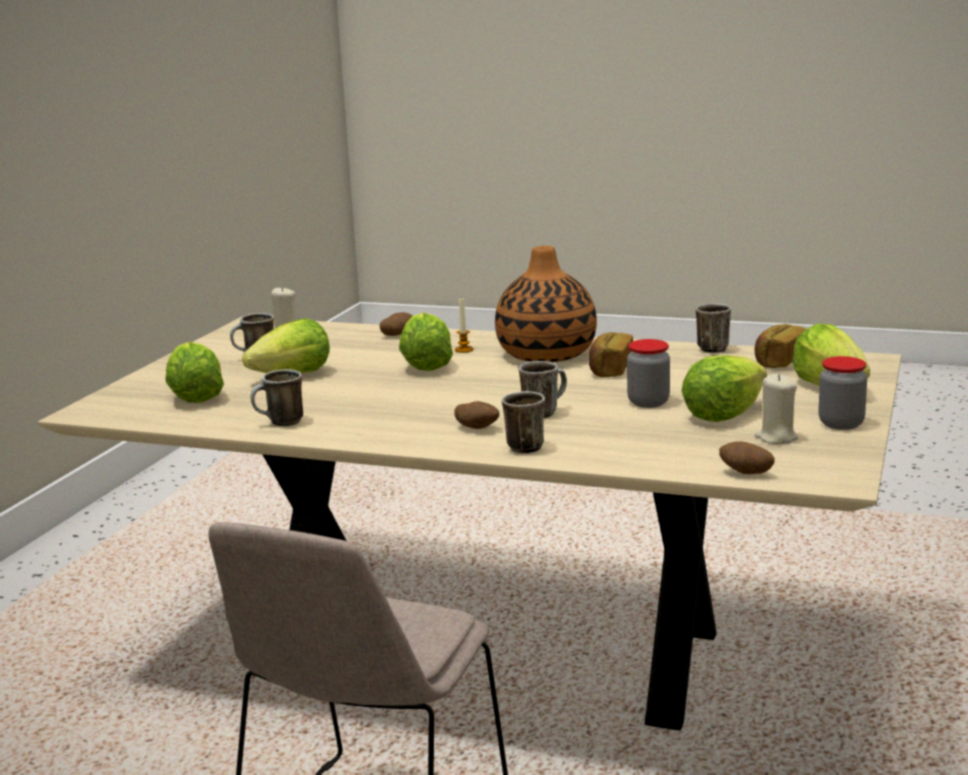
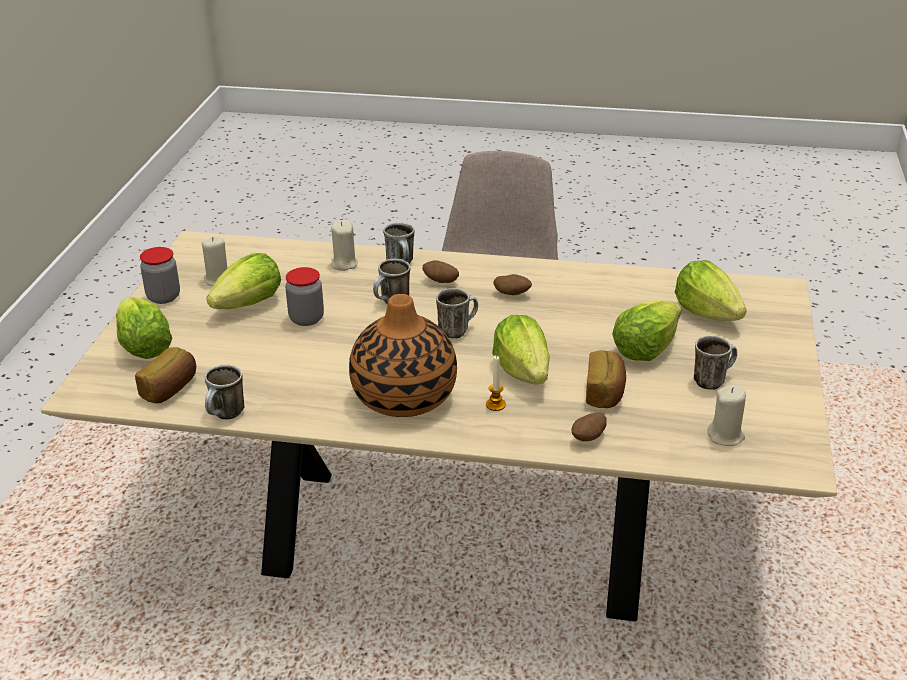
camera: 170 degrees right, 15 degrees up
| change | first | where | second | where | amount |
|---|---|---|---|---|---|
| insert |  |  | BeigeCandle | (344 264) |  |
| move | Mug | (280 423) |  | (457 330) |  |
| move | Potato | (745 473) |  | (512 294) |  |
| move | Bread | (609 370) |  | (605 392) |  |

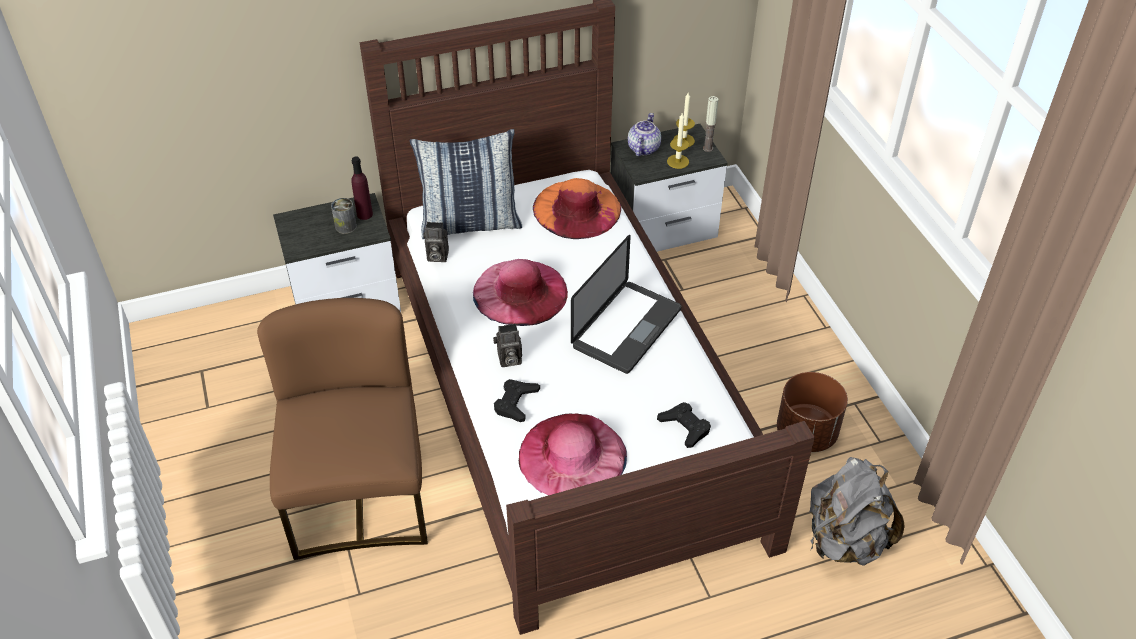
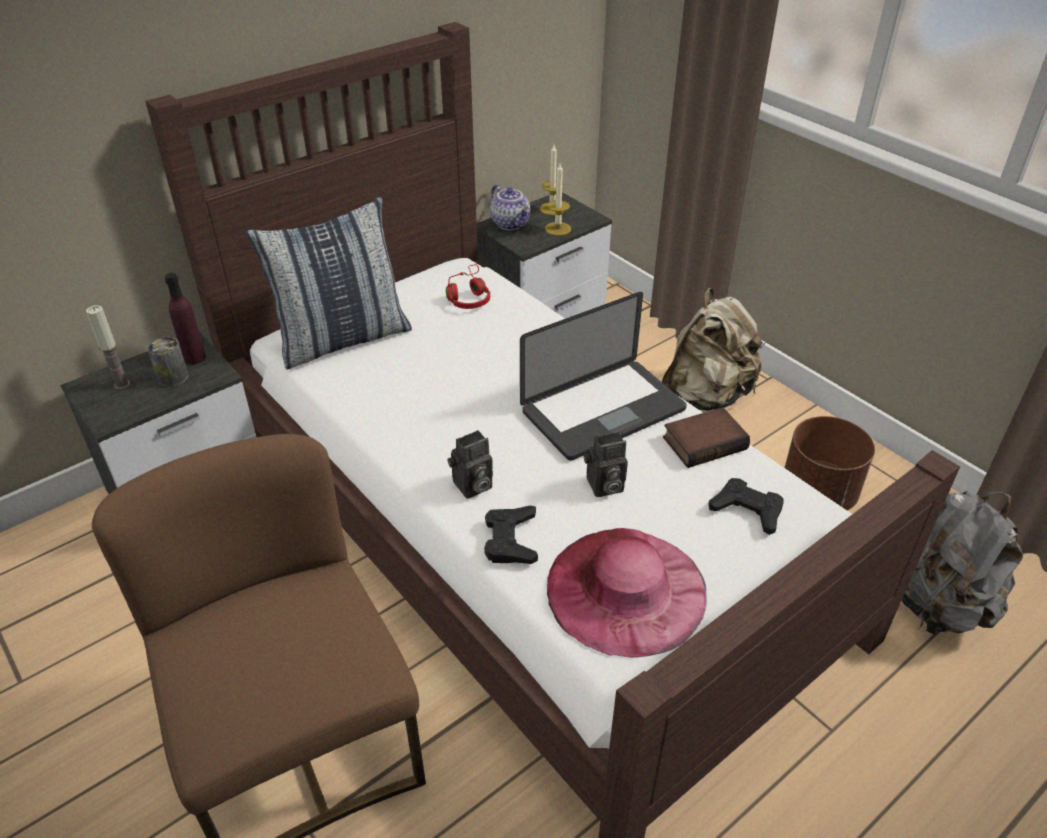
camera: 20 degrees left, 5 degrees down
| change | first | where | second | where | amount |
|---|---|---|---|---|---|
| move | Candle | (708 148) |  | (122 384) |  |
| replace | OrangeHat | (577 209) | RedHeadphones | (468 297) |  |
| rotate | Teapot | (643 148) |  | (511 224) | 150 degrees clockwise |
| rotate | Laptop | (626 328) |  | (603 411) | 45 degrees clockwise |
| move | PhotoCamera | (436 256) |  | (604 487) |  |
| insert |  |  | BeigeBackpack | (706 396) |  |
| insert |  |  | Book | (704 441) |  |
| delete | PinkHat | (520 292) |  |  |  |

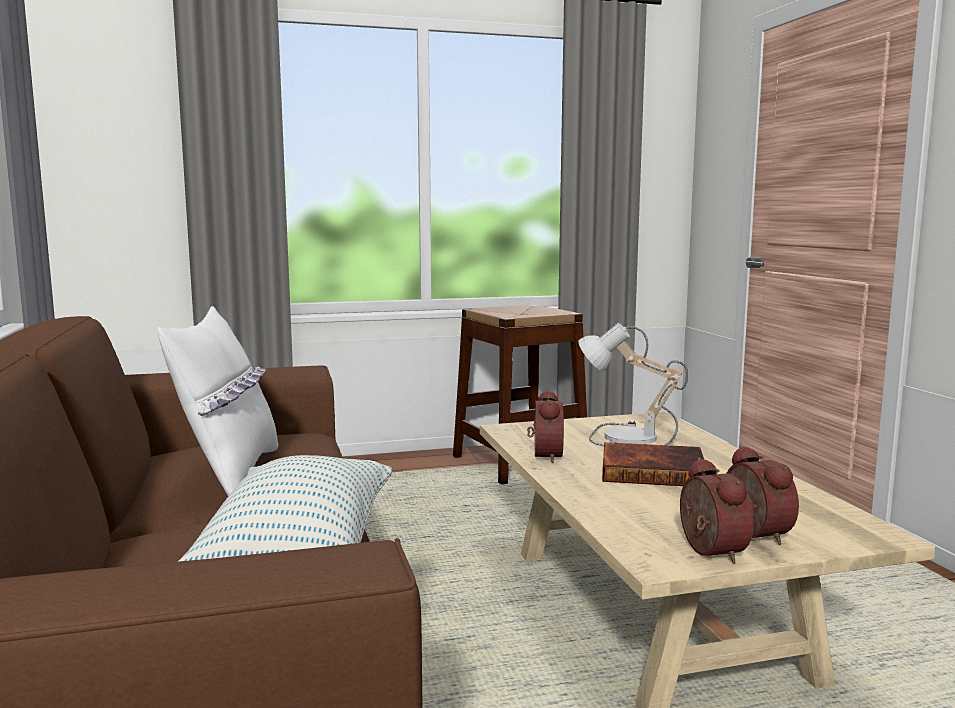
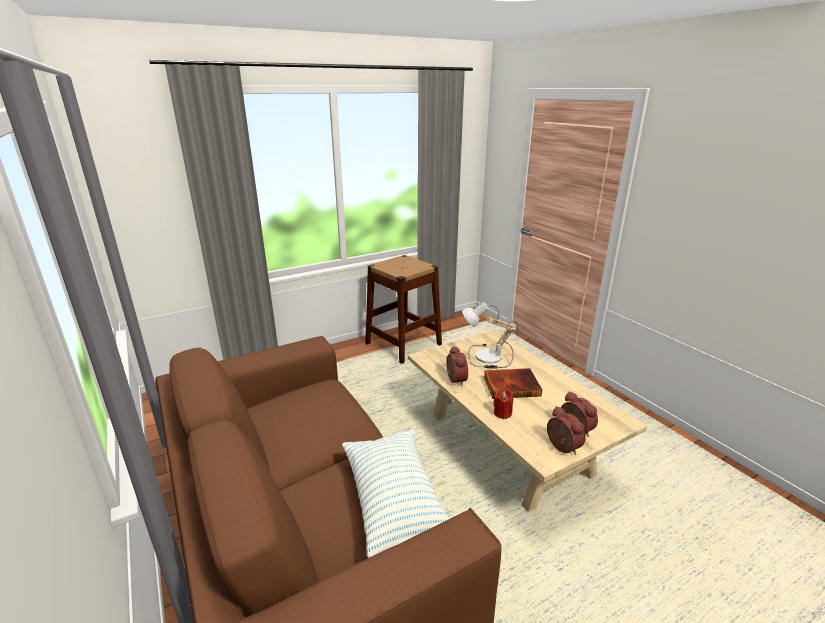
camera: 15 degrees left, 15 degrees up
| change | first | where | second | where | amount |
|---|---|---|---|---|---|
| insert |  |  | RedCandle | (502 413) |  |
| delete | WhitePillow | (229 474) |  |  |  |

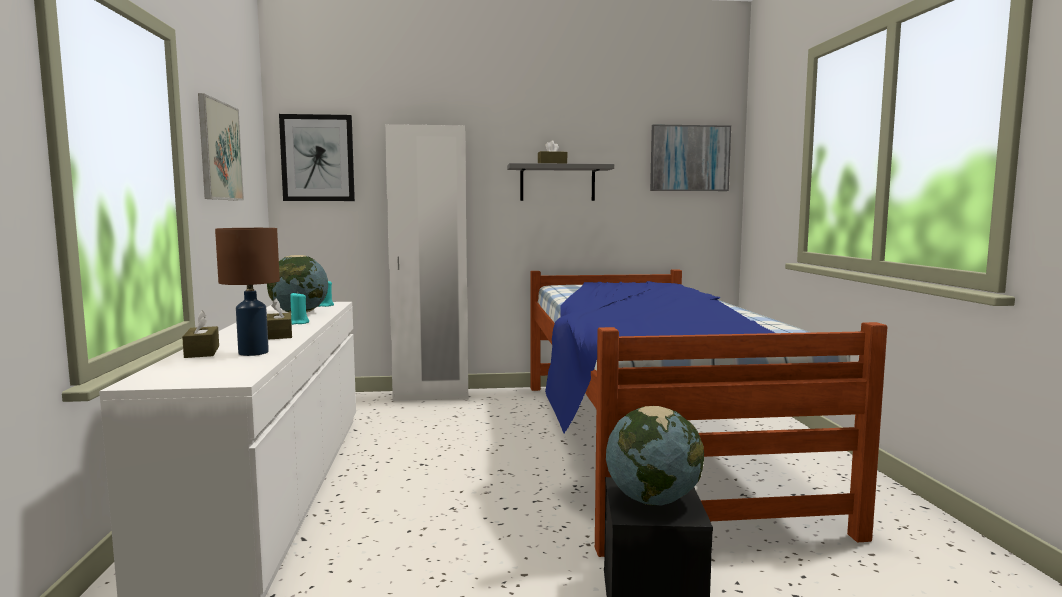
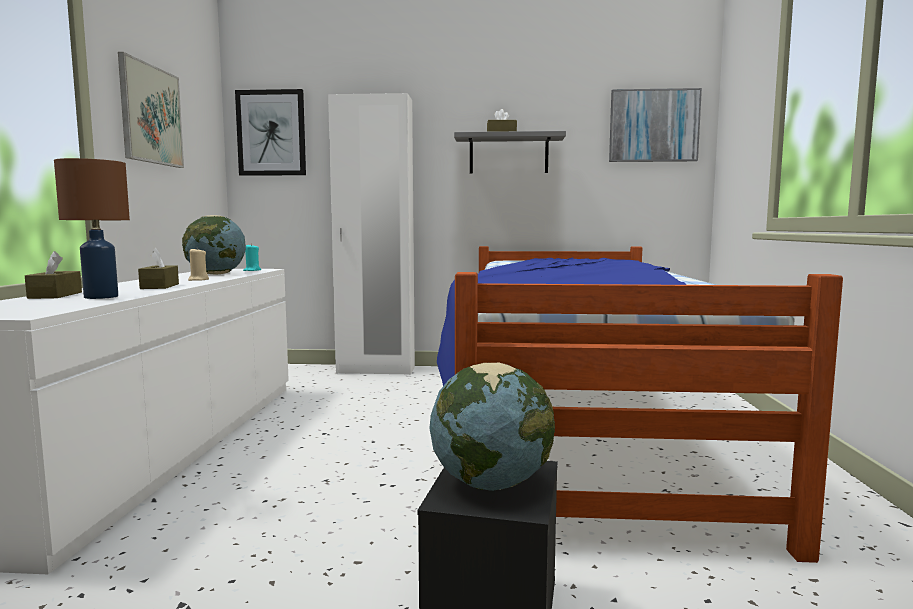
camera: 10 degrees right, 0 degrees up
| change | first | where | second | where | amount |
|---|---|---|---|---|---|
| recolor | TurquoiseCandle | (298 323) | BeigeCandle | (198 280) |  |

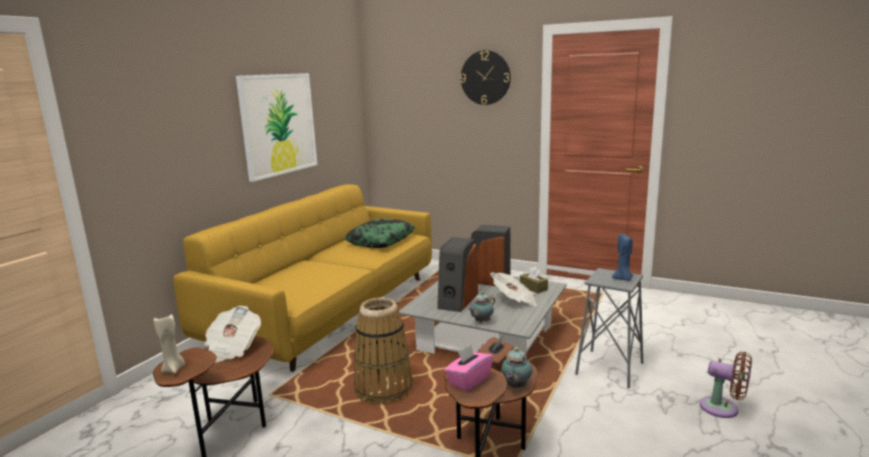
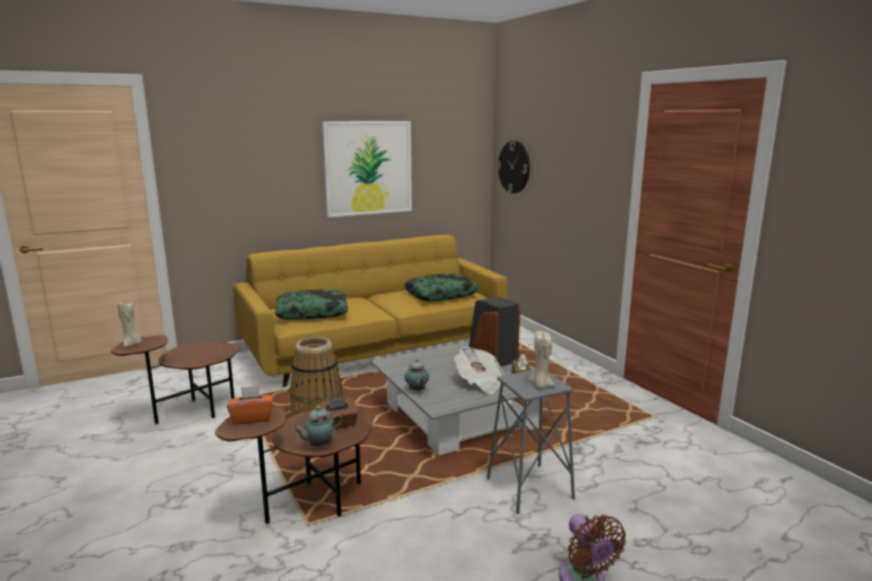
camera: 35 degrees right, 0 degrees up
| change | first | where | second | where | amount |
|---|---|---|---|---|---|
| recolor | PinkTissueBox | (468 380) | OrangeTissueBox | (252 418) |  |
| insert |  |  | Pillow | (312 313) |  |
| rotate | Teapot | (481 322) |  | (417 391) | 105 degrees counterclockwise |
| move | WallClock | (485 77) |  | (514 167) |  |
| recolor | BlueCandle | (623 279) | BeigeCandle | (540 385) |  |
| delete | Newspaper | (232 349) |  |  |  |
| delete | Speaker | (457 301) |  |  |  |

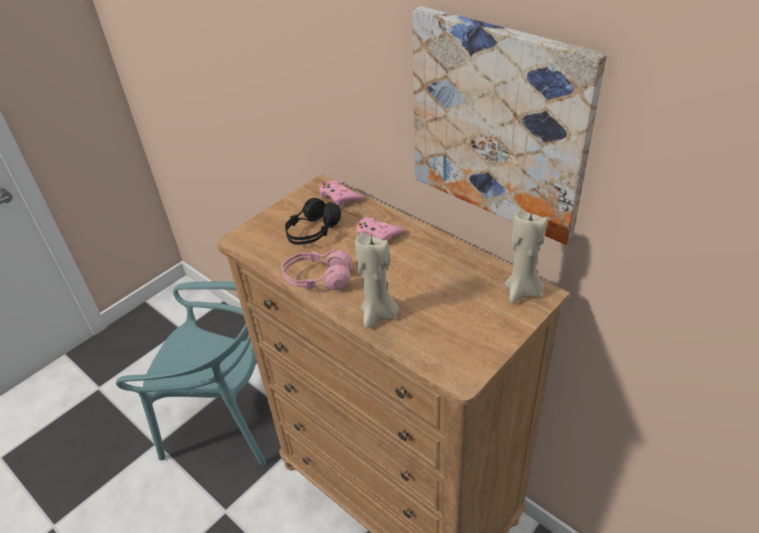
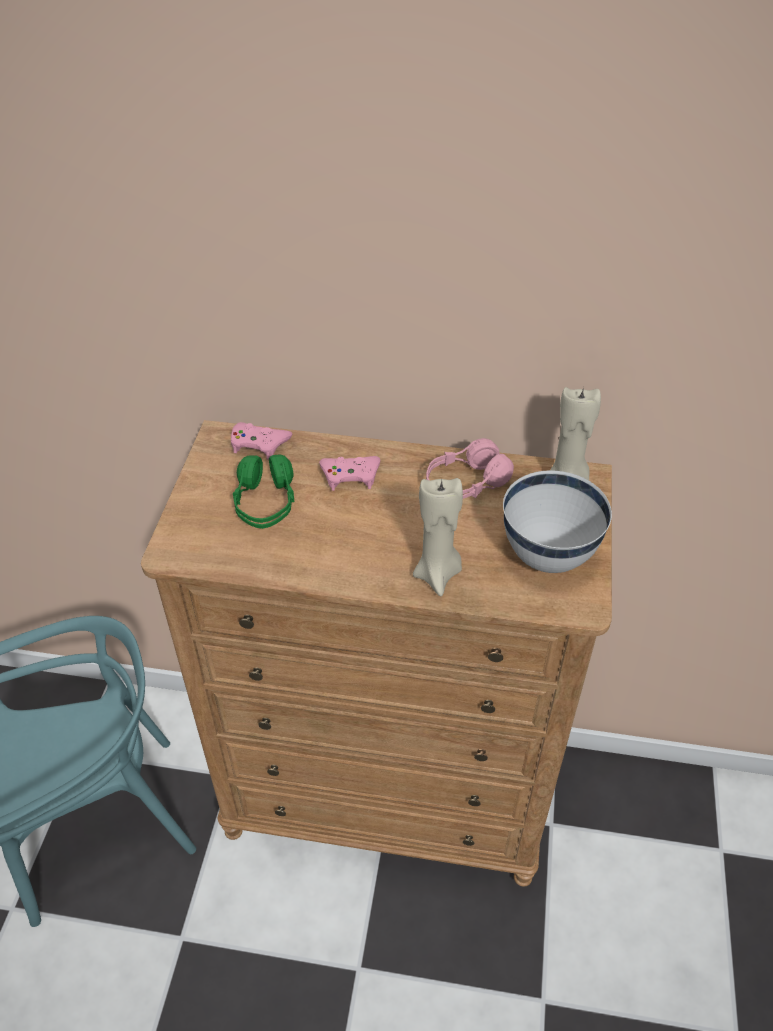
camera: 35 degrees left, 5 degrees up
| change | first | where | second | where | amount |
|---|---|---|---|---|---|
| recolor | BlackHeadphones | (313 232) | GreenHeadphones | (265 503) |  |
| move | PinkHeadphones | (318 280) |  | (465 484) |  |
| insert |  |  | WhiteBowl | (547 557) |  |
| delete | Picture | (499 124) |  |  |  |

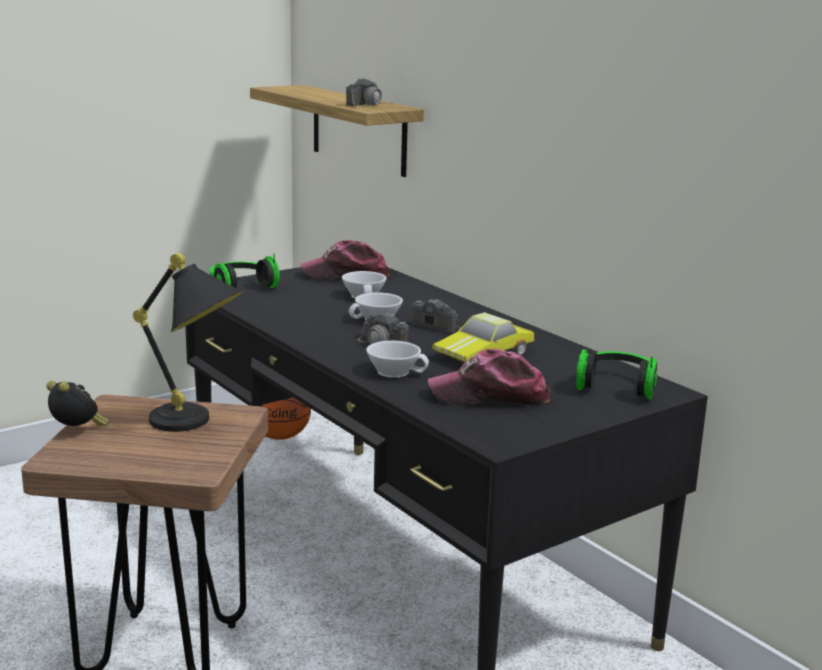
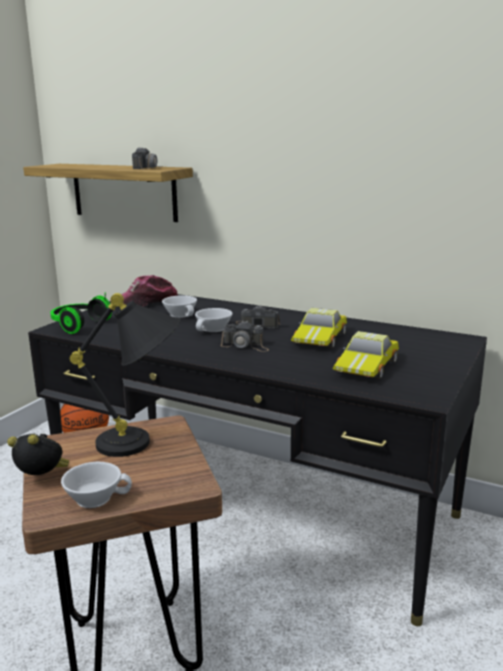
camera: 25 degrees left, 0 degrees up
| change | first | where | second | where | amount |
|---|---|---|---|---|---|
| move | WhiteCup | (395 371) |  | (96 497) |  |
| replace | Cap | (490 396) | ToyCar | (368 366) |  |
| delete | Headphones | (617 386) |  |  |  |

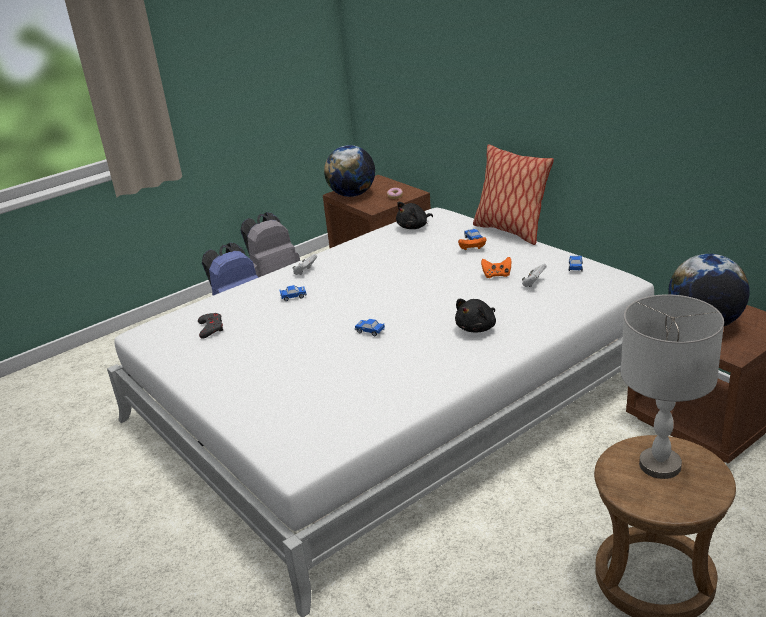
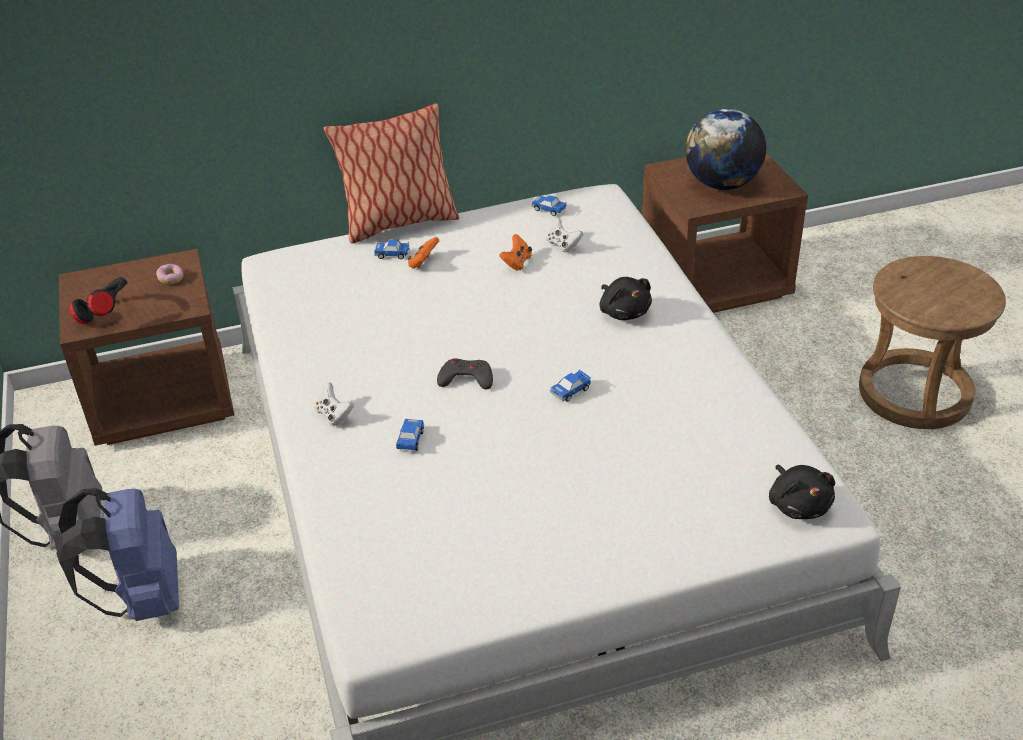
camera: 70 degrees left, 10 degrees up
| change | first | where | second | where | amount |
|---|---|---|---|---|---|
| replace | Globe | (352 195) | BlackHeadphones | (107 315) |  |
| move | GreyGameController | (211 328) |  | (466 378) |  |
| move | BlackPlushToy | (414 227) |  | (798 504) |  |
| delete | GreyTableLamp | (659 465) |  |  |  |

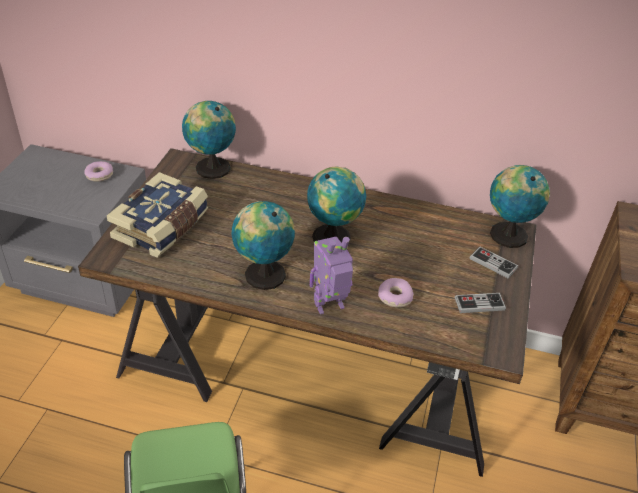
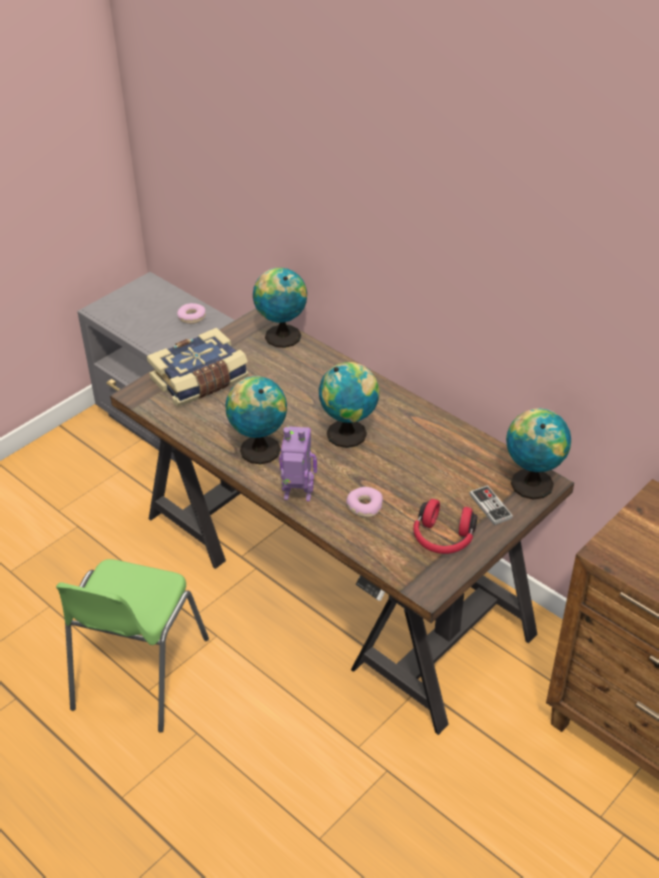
camera: 30 degrees right, 0 degrees up
| change | first | where | second | where | amount |
|---|---|---|---|---|---|
| replace | GameController | (479 304) | RedHeadphones | (443 539) |  |

